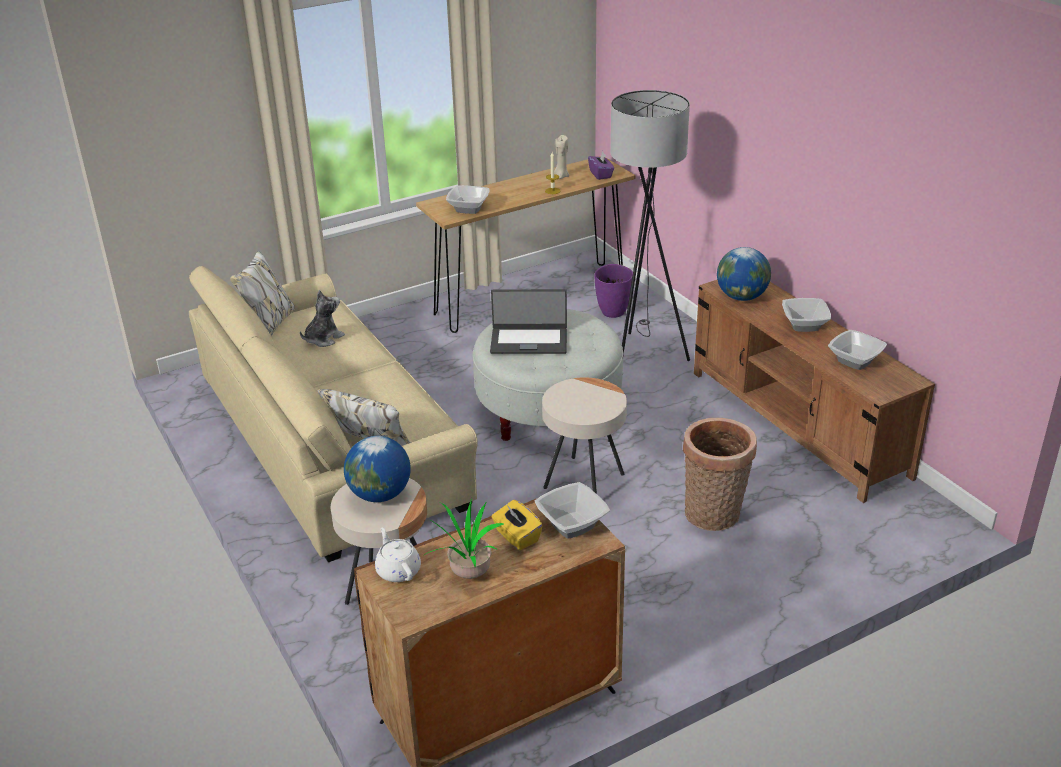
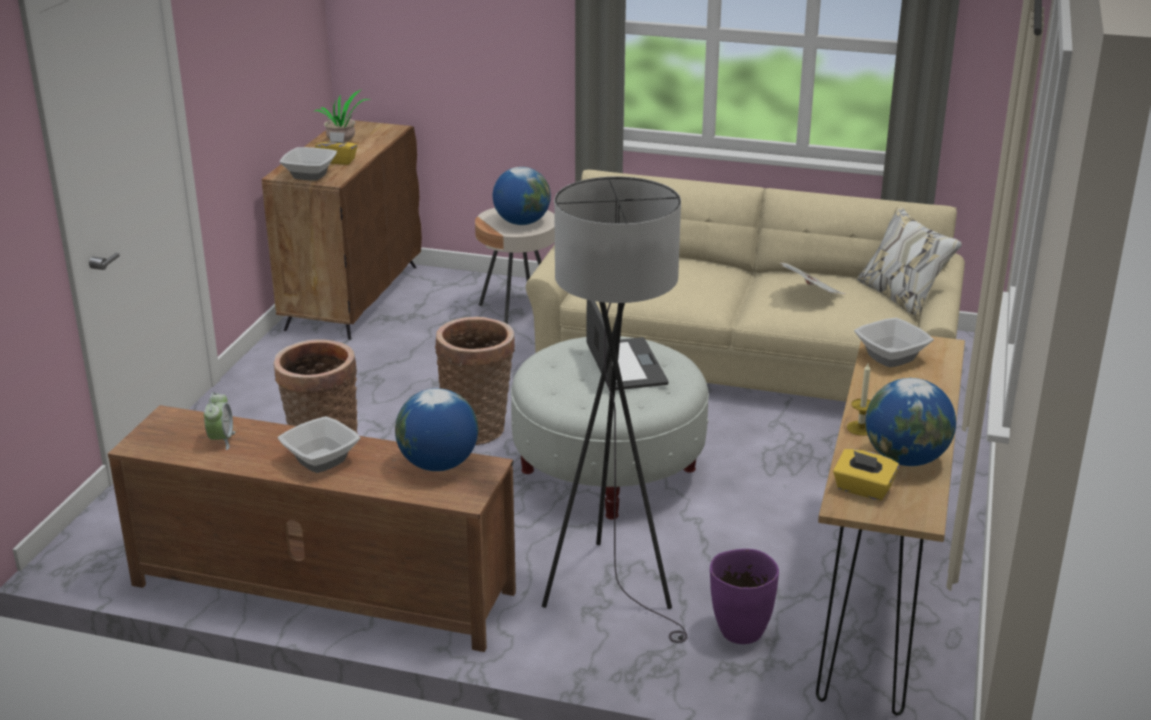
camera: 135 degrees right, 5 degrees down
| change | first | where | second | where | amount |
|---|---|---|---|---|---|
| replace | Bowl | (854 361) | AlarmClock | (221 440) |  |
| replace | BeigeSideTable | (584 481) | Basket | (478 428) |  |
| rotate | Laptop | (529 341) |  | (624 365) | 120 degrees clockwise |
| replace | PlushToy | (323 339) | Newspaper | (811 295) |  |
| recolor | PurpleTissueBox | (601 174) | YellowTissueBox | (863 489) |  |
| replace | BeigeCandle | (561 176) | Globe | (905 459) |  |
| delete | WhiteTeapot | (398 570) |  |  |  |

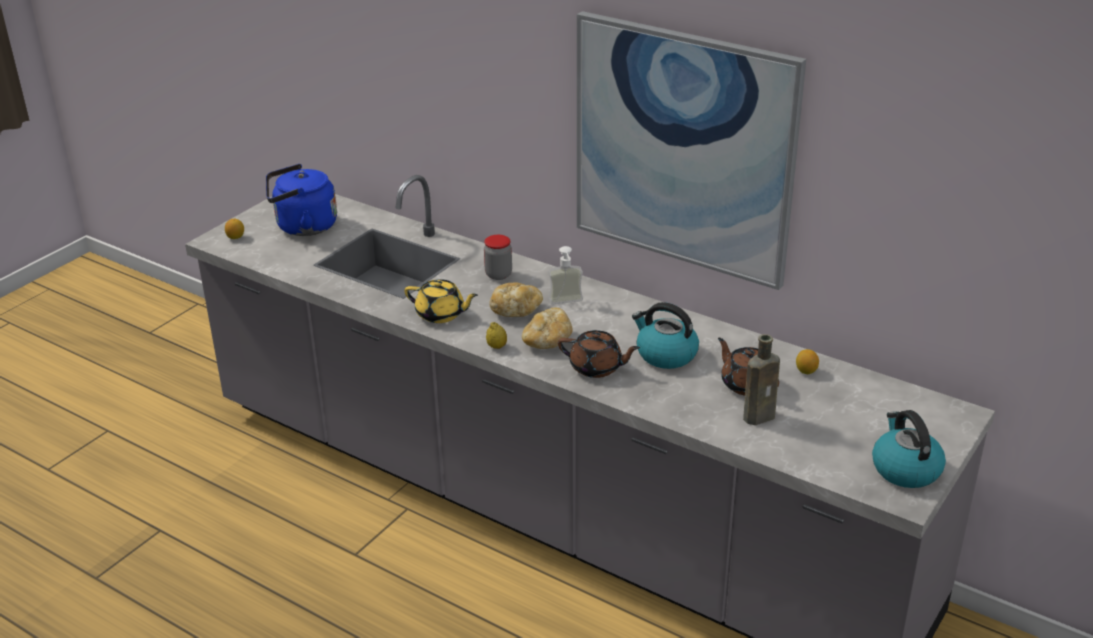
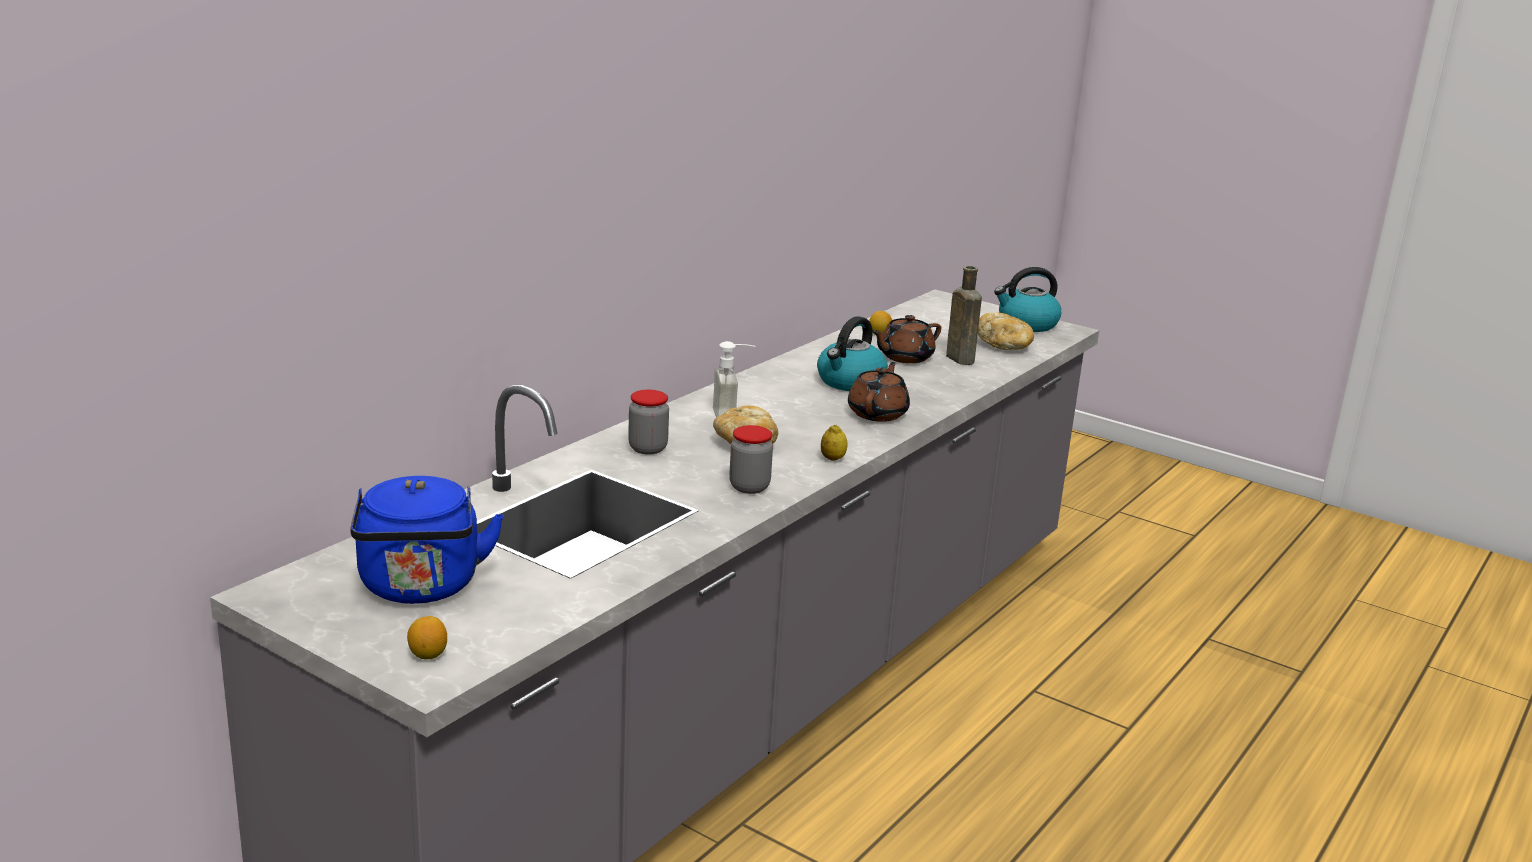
camera: 90 degrees left, 10 degrees down
| change | first | where | second | where | amount |
|---|---|---|---|---|---|
| replace | YellowTeapot | (441 314) | Jar | (749 487) |  |
| move | Bread | (547 341) |  | (1004 346) |  |
| delete | Picture | (683 149) |  |  |  |

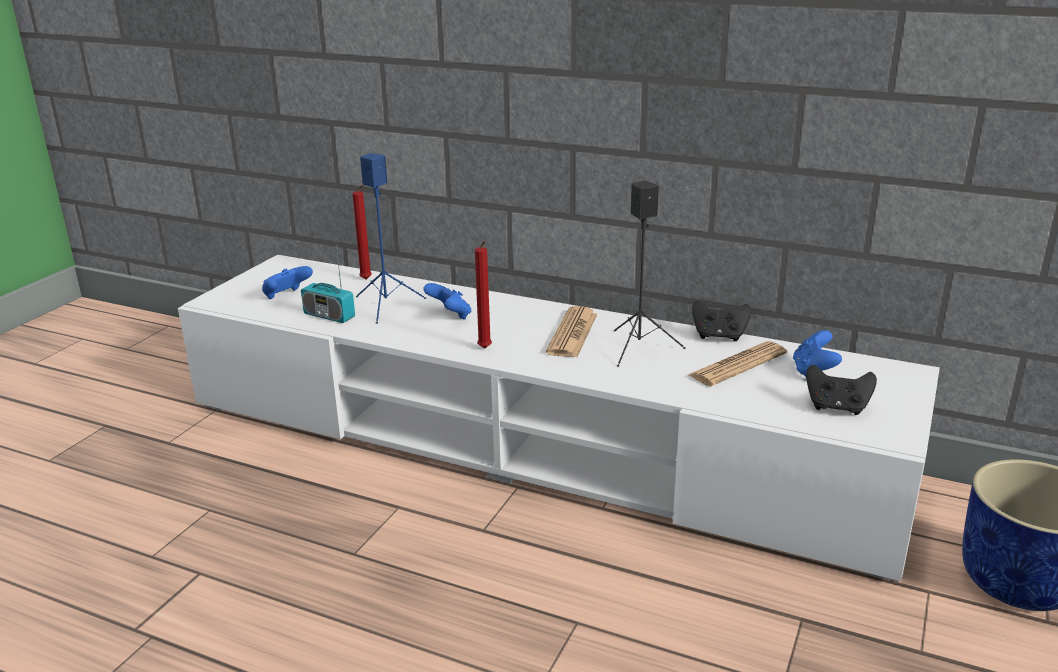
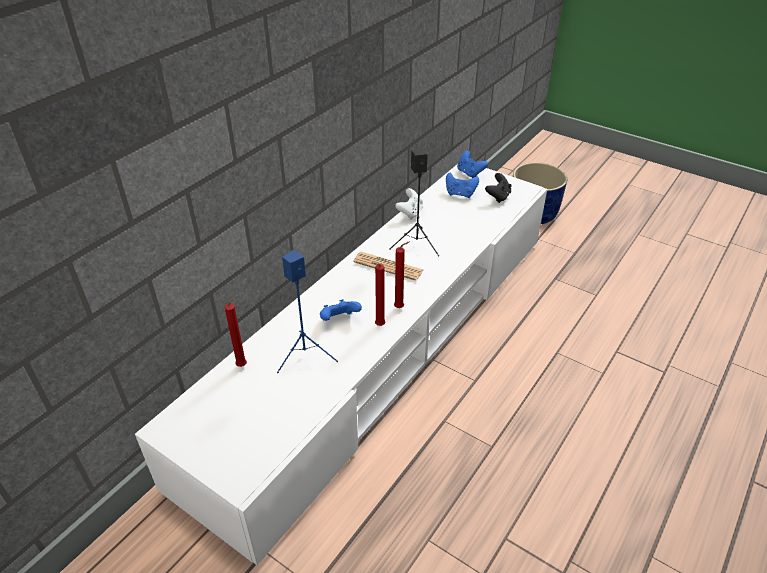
camera: 80 degrees left, 15 degrees up
| change | first | where | second | where | amount |
|---|---|---|---|---|---|
| insert |  |  | RedCandle | (378 325) |  |
| recolor | BlackGameController | (719 336) | WhiteGameController | (410 213) |  |
| move | BlueGameController | (286 296) |  | (470 173) |  |
| delete | Radio | (329 316) |  |  |  |
| delete | Newspaper | (738 365) |  |  |  |

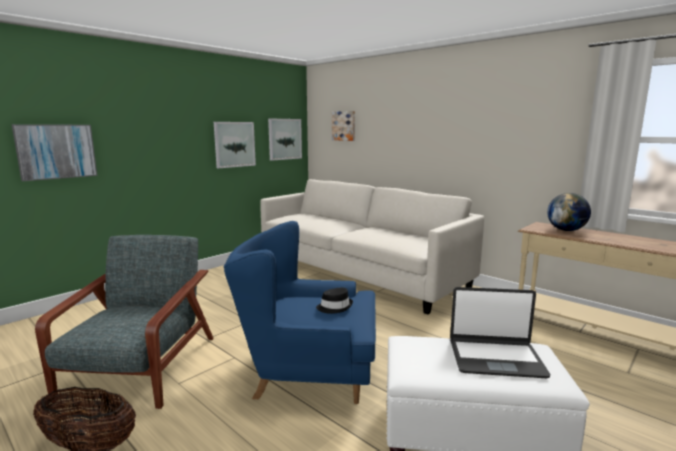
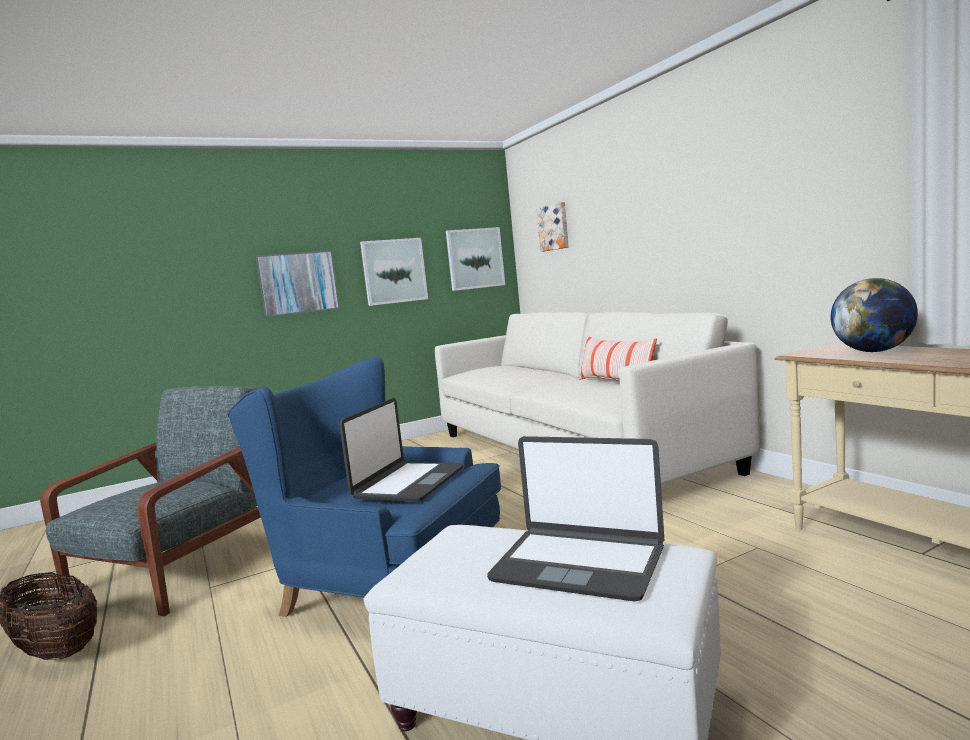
camera: 20 degrees right, 5 degrees down
| change | first | where | second | where | amount |
|---|---|---|---|---|---|
| move | Picture | (56 151) |  | (298 283) |  |
| replace | BlackHat | (335 307) | Laptop | (408 483) |  |
| insert |  |  | Pillow | (616 382) |  |

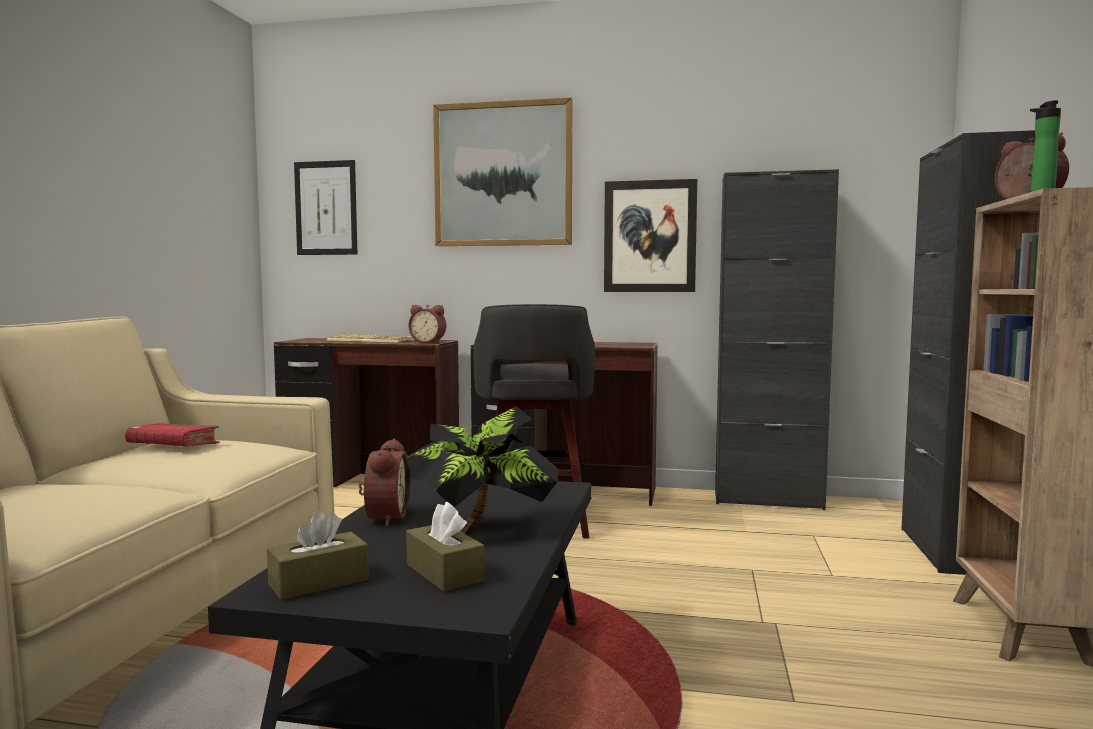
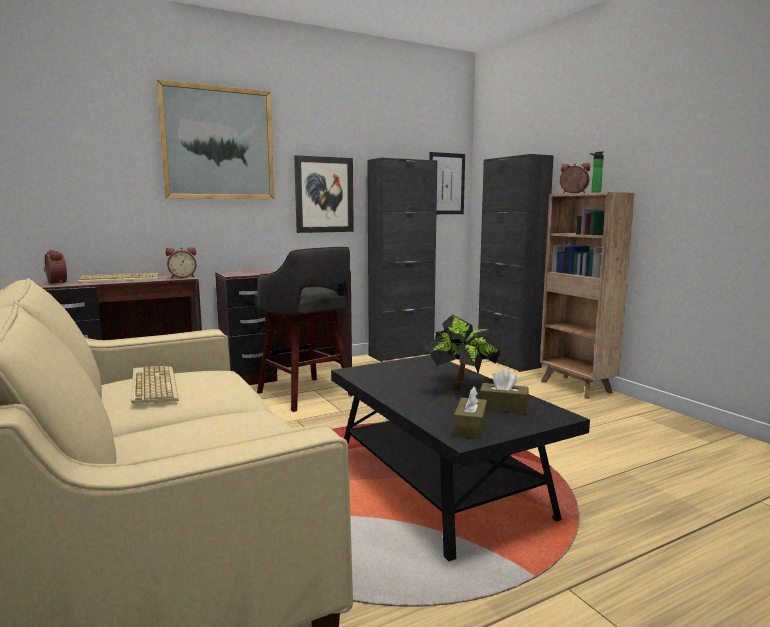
camera: 40 degrees left, 5 degrees up
| change | first | where | second | where | amount |
|---|---|---|---|---|---|
| move | AlarmClock | (384 517) |  | (55 283) |  |
| replace | RedBook | (173 446) | Keyboard | (152 385) |  |
| move | Picture | (326 208) |  | (446 184) |  |

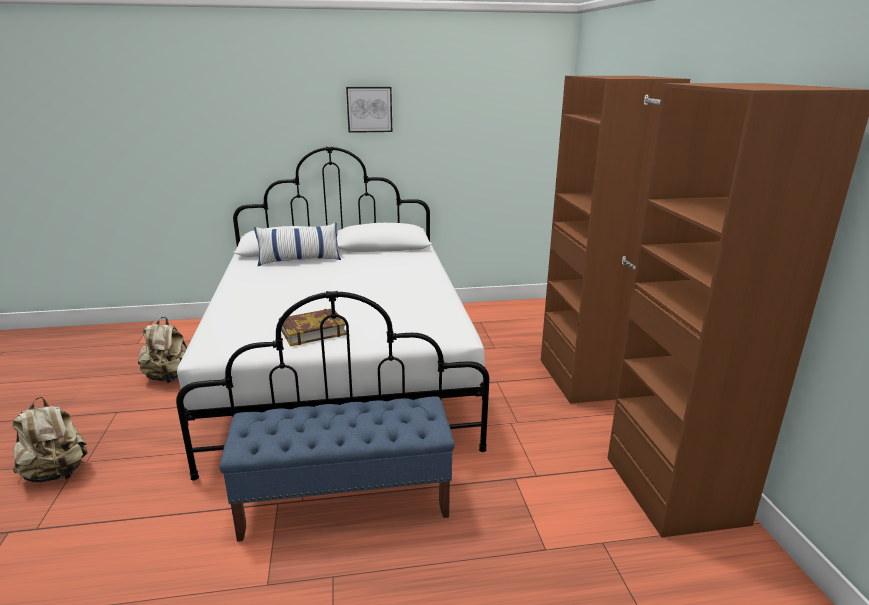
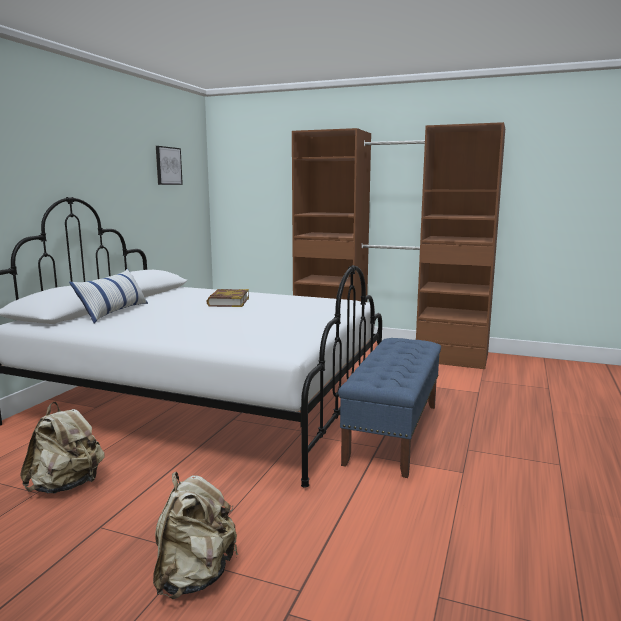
camera: 60 degrees left, 10 degrees down
| change | first | where | second | where | amount |
|---|---|---|---|---|---|
| move | Picture | (369 109) |  | (168 166) |  |
| move | Book | (312 331) |  | (228 302) |  |

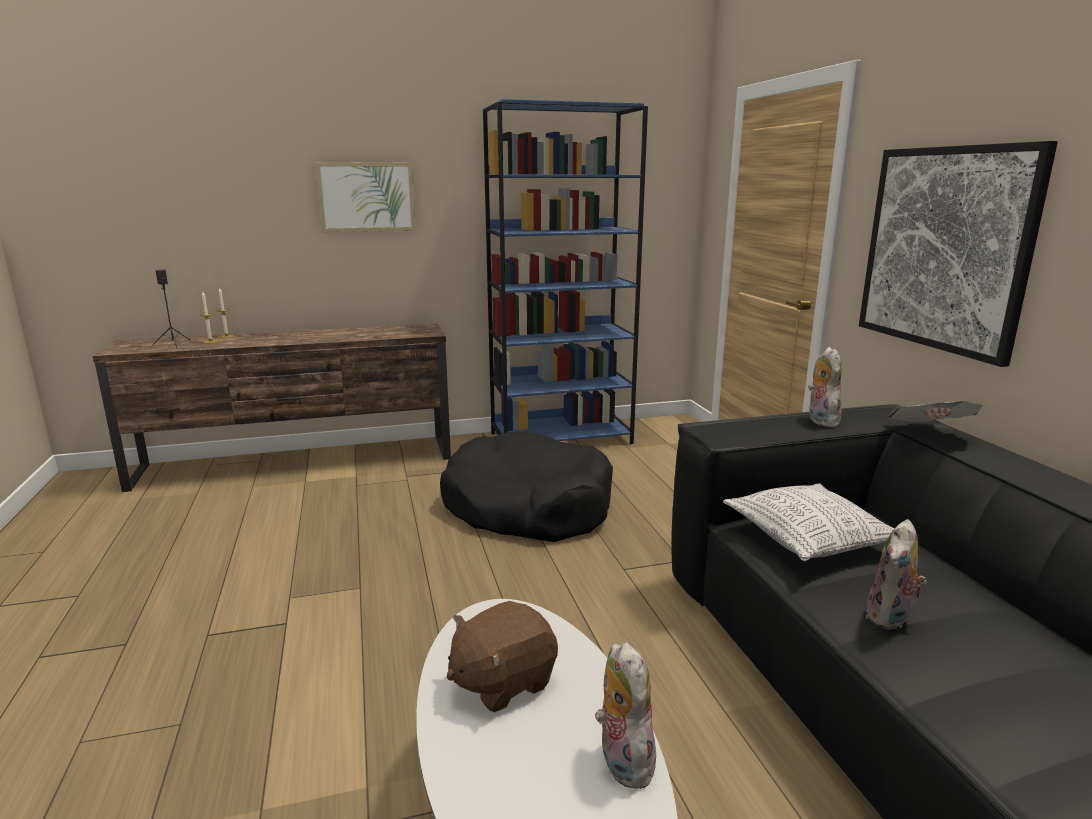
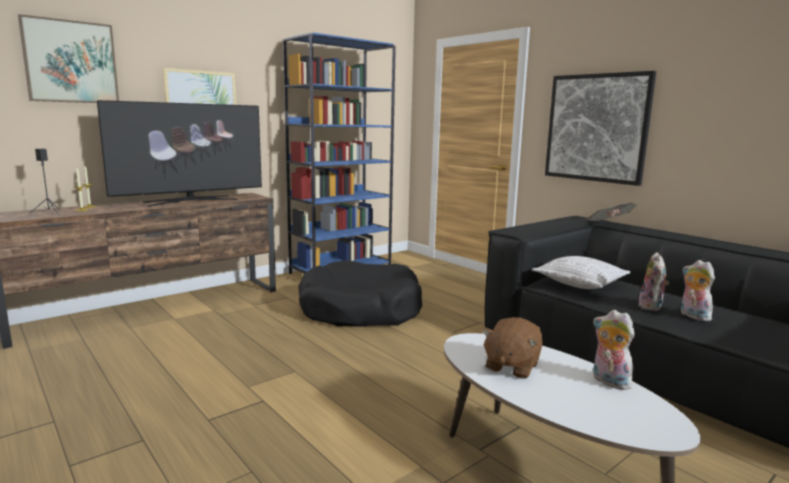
camera: 25 degrees left, 5 degrees down
| change | first | where | second | where | amount |
|---|---|---|---|---|---|
| insert |  |  | Picture | (71 62) |  |
| insert |  |  | Television | (190 201) |  |
| move | PlushToy | (820 420) |  | (692 316) |  |

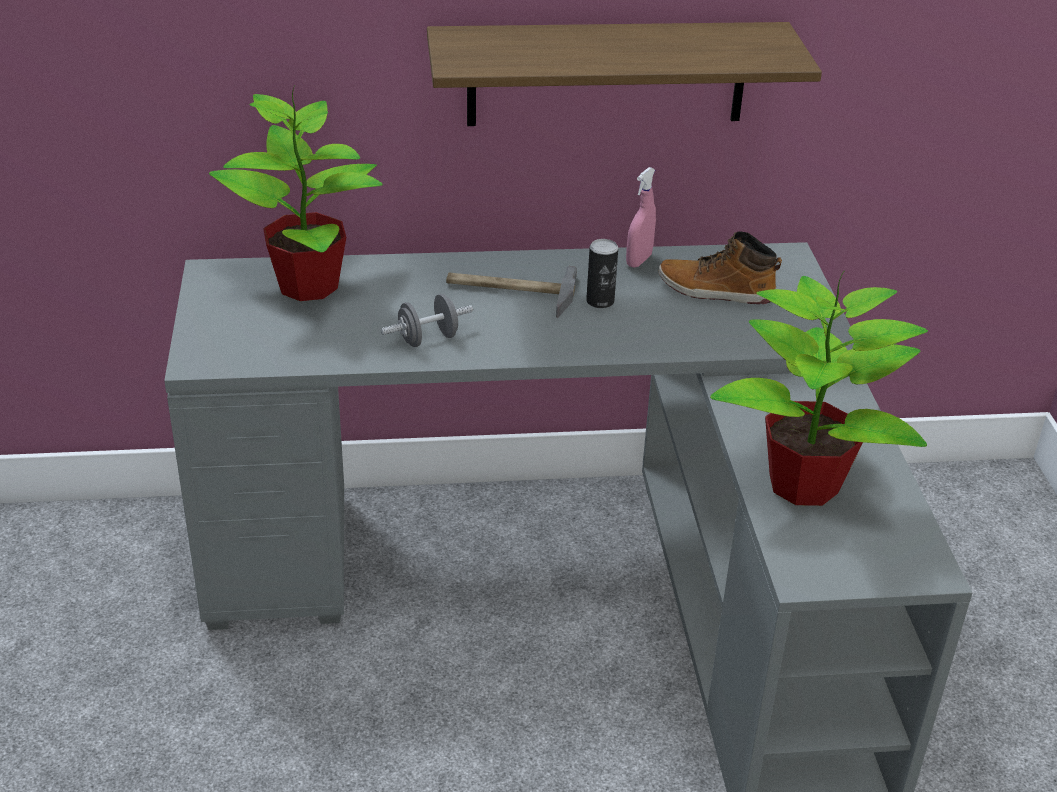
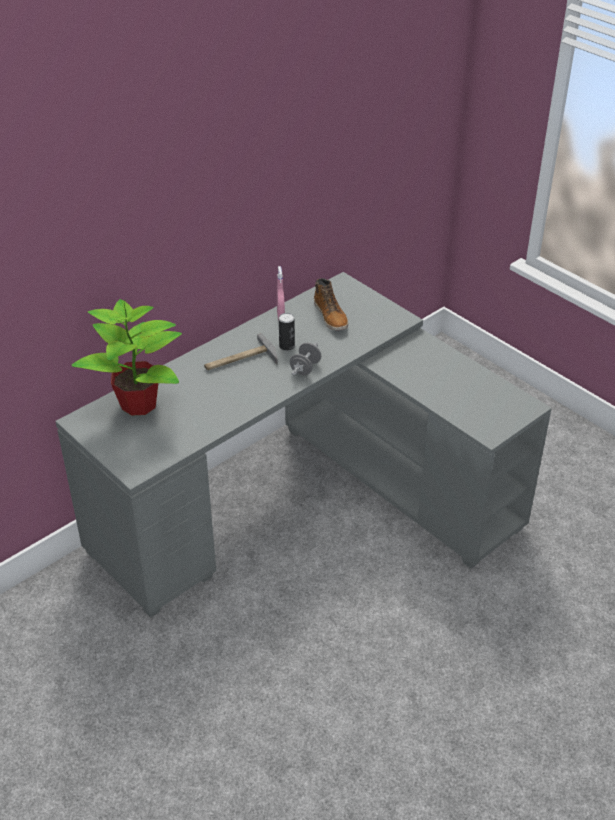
camera: 35 degrees left, 5 degrees up
| change | first | where | second | where | amount |
|---|---|---|---|---|---|
| move | GreyDumbbell | (428 339) |  | (305 368) |  |
| rotate | Boot | (715 291) |  | (331 316) | 90 degrees counterclockwise |
| delete | Shelf | (607 73) |  |  |  |
| delete | PottedPlant | (805 484) |  |  |  |

